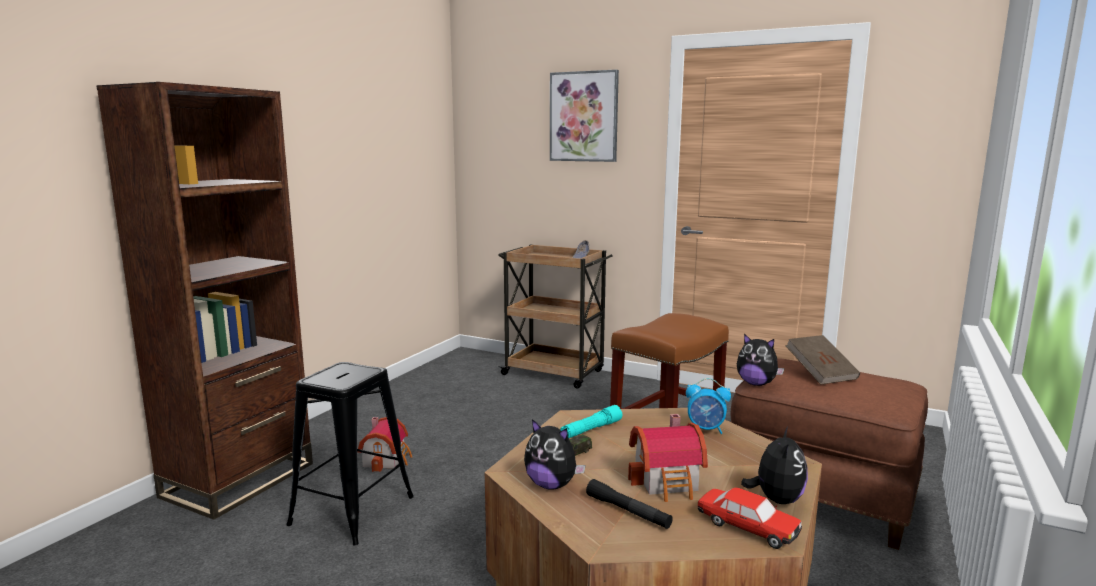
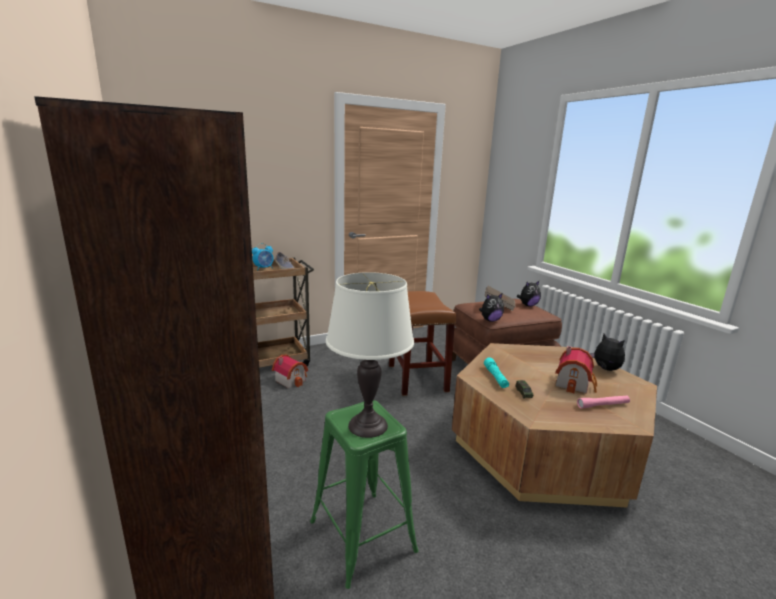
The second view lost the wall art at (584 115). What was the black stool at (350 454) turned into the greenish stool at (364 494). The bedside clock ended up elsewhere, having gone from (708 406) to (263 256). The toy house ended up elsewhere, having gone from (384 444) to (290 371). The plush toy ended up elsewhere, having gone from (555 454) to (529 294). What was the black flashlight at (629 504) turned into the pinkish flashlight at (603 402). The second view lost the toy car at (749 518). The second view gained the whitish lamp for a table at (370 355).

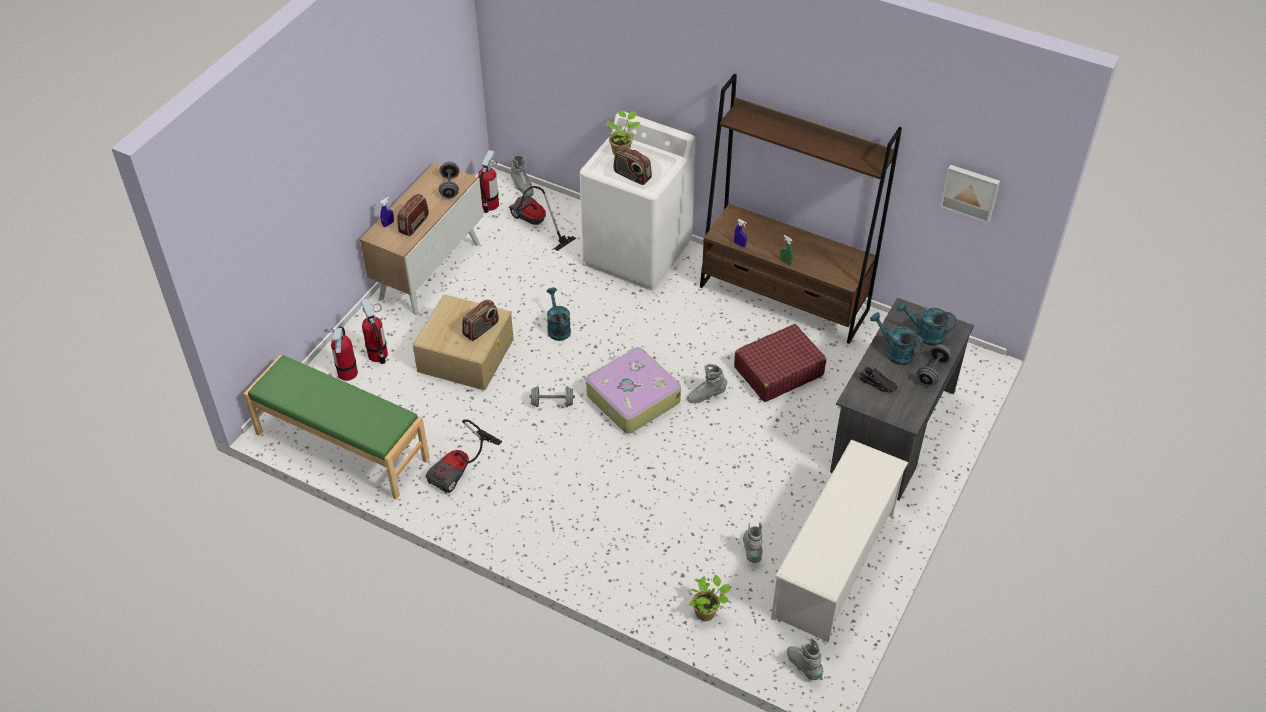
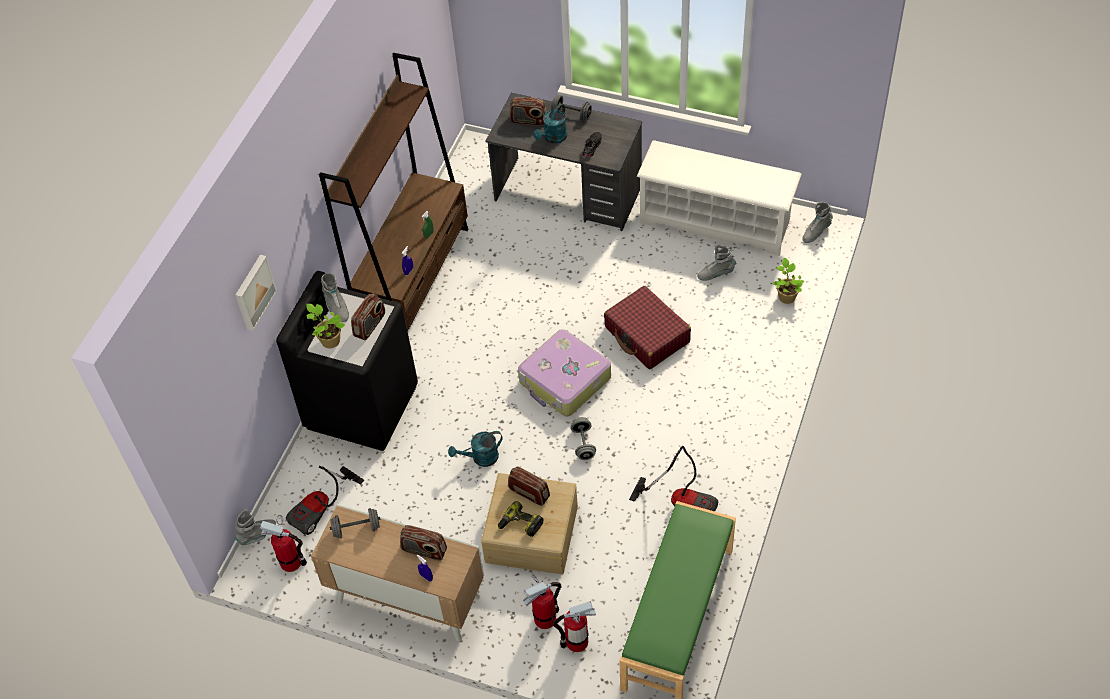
What was the whitish washing machine at (637 201) turned into the black washing machine at (347 361). The wall art ended up elsewhere, having gone from (970 194) to (256 292). Where the turquoise watering can stood at (926 323), the radio receiver came to stand at (528 111). The reddish piece of luggage ended up elsewhere, having gone from (780 363) to (647 327). The greyish tall boot ended up elsewhere, having gone from (707 383) to (335 297). The second view gained the electric drill at (520 519).

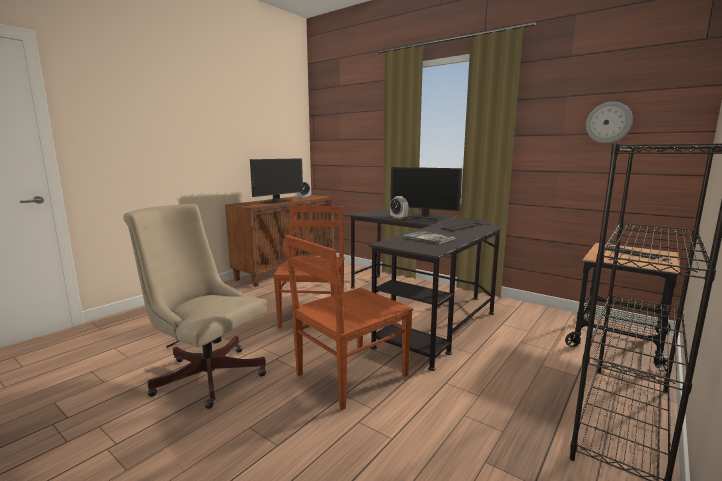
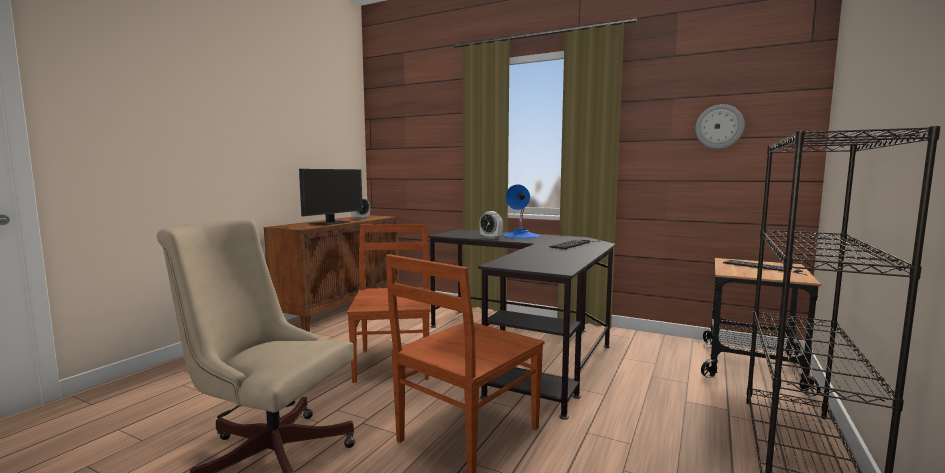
Where the monitor stood at (426 193), the blue-coloured lamp for a table came to stand at (521 212). The second view lost the volume at (429 238).

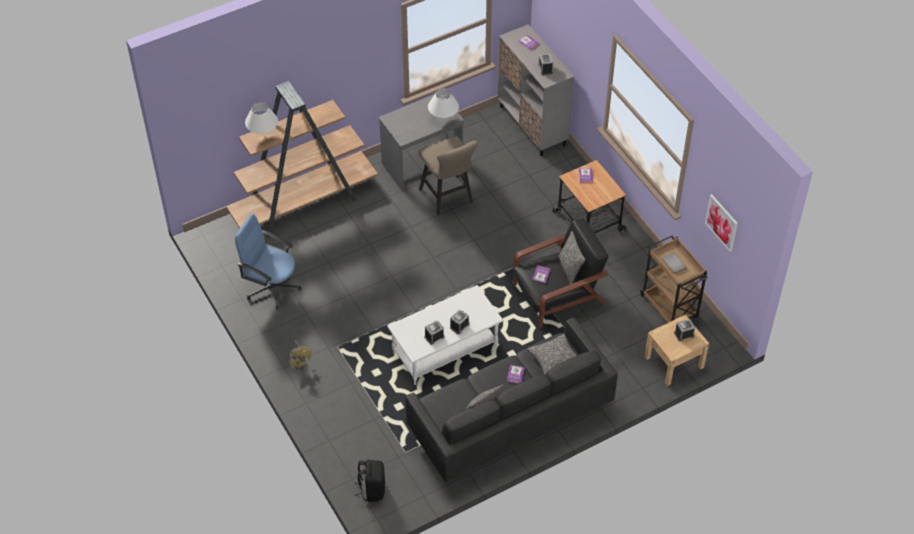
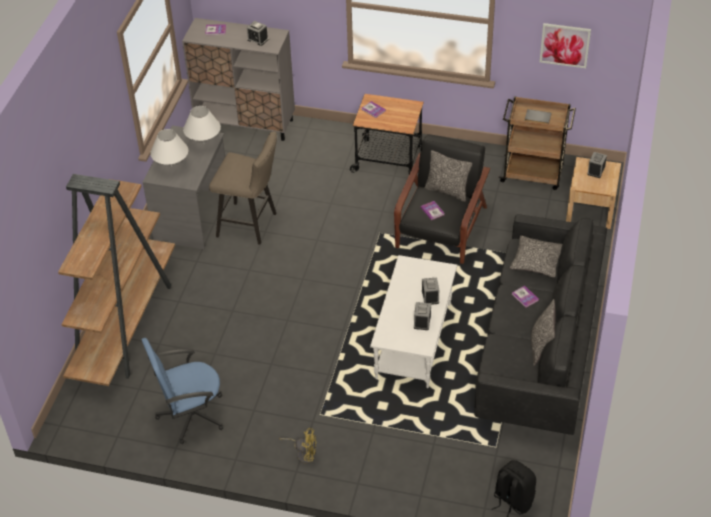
The whitish lamp for a table ended up elsewhere, having gone from (261 118) to (169 147).

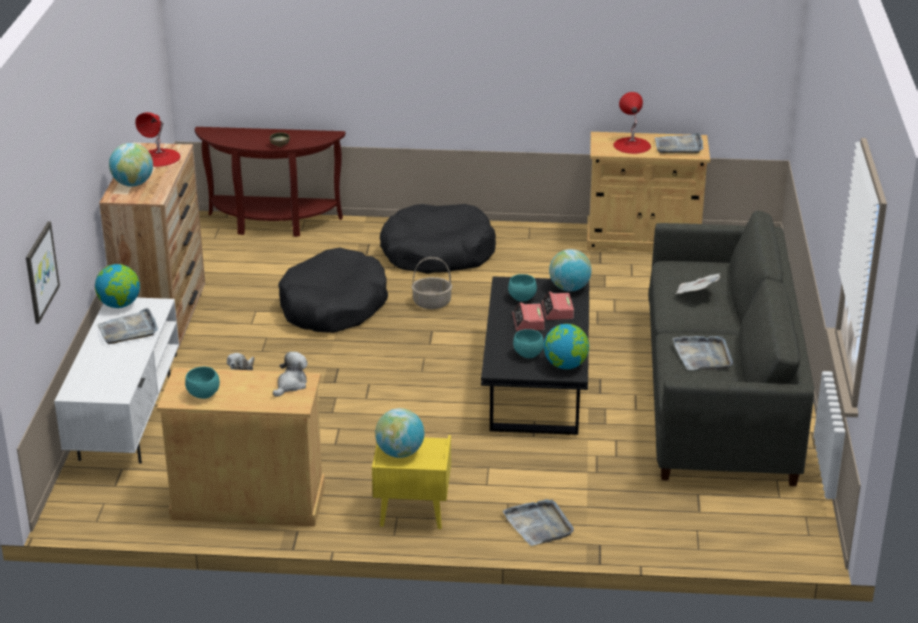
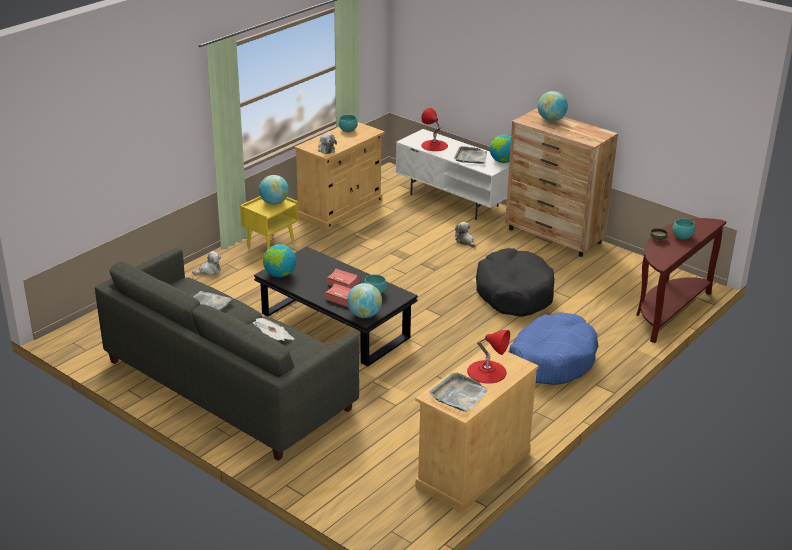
The reddish lamp for a table ended up elsewhere, having gone from (157 139) to (434 129). What was the black dog bed at (438 239) turned into the blue-coloured dog bed at (553 348). The second view lost the wall art at (43 272). The second view lost the household basket at (431 283). The turquoise bowl ended up elsewhere, having gone from (528 343) to (684 229). Where the greyish serving tray stood at (538 522), the plush toy came to stand at (206 263).

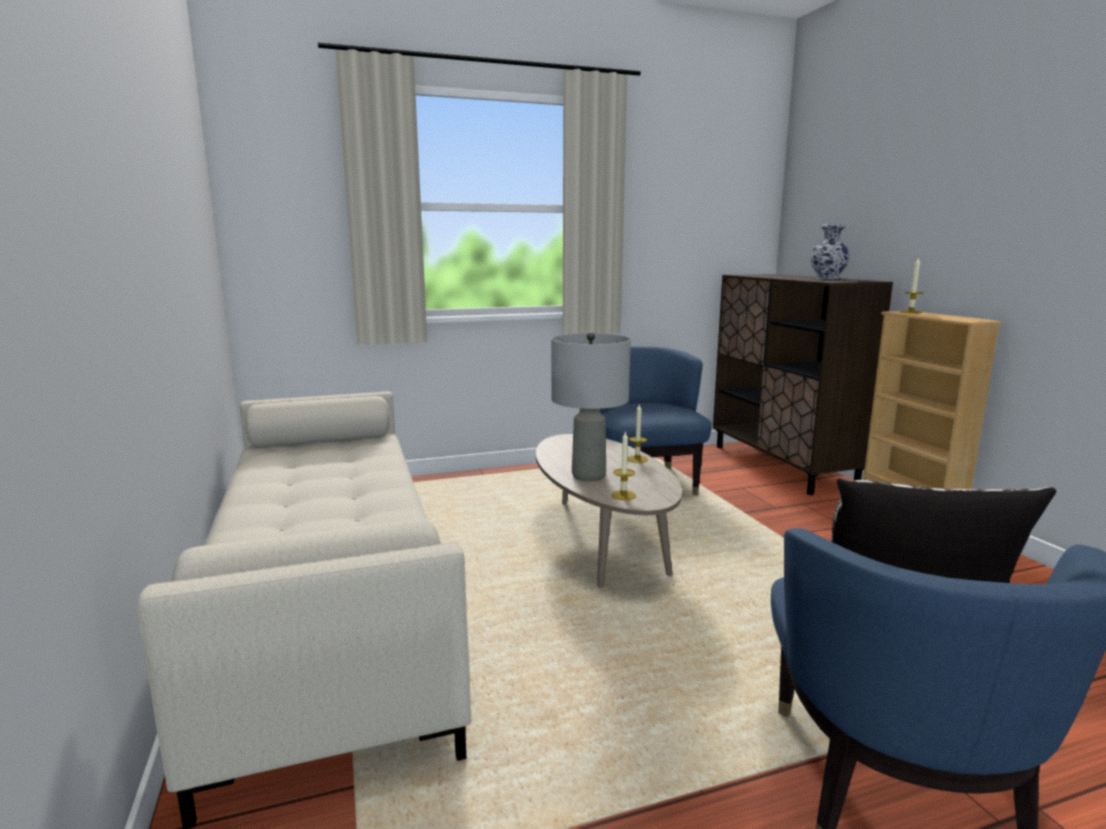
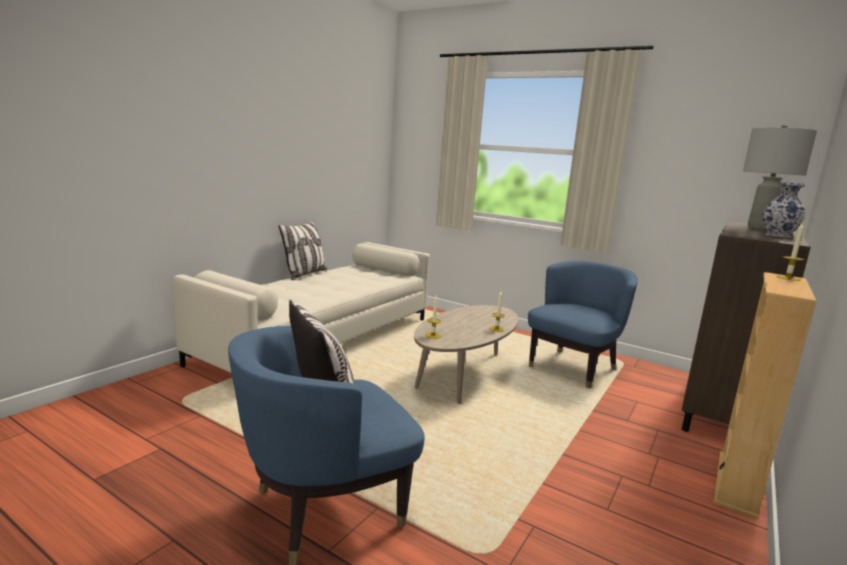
The greyish lamp for a table ended up elsewhere, having gone from (591 406) to (780 177). The second view gained the pillow at (302 250).

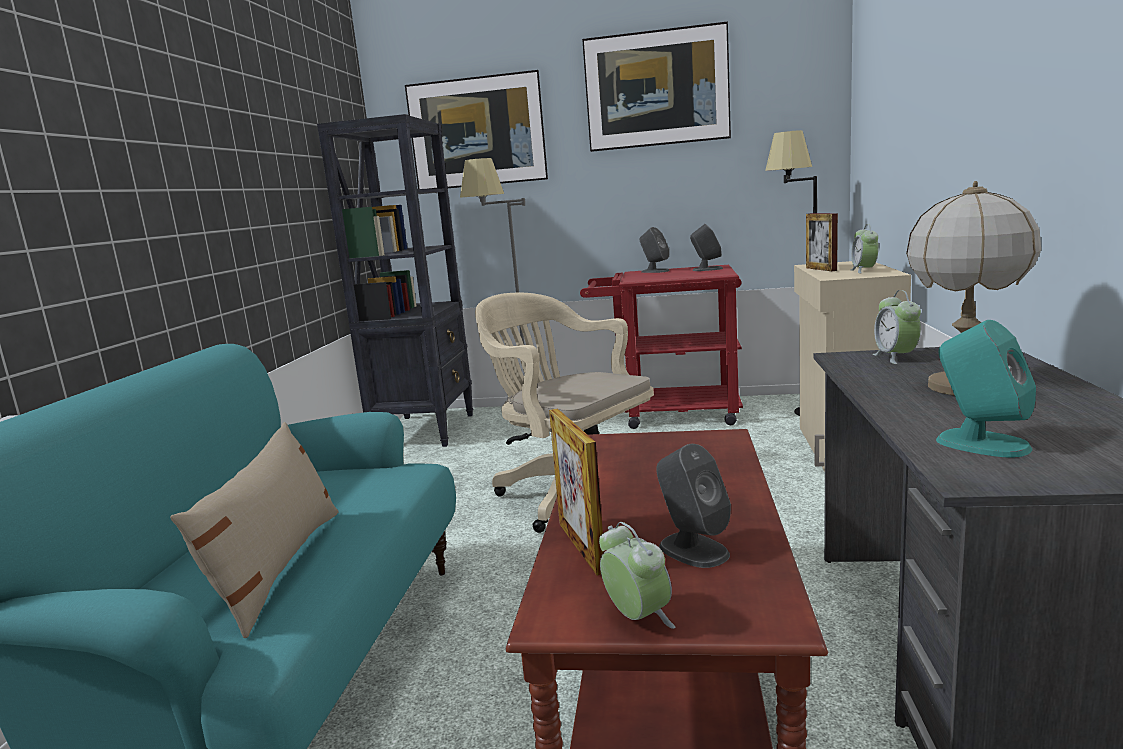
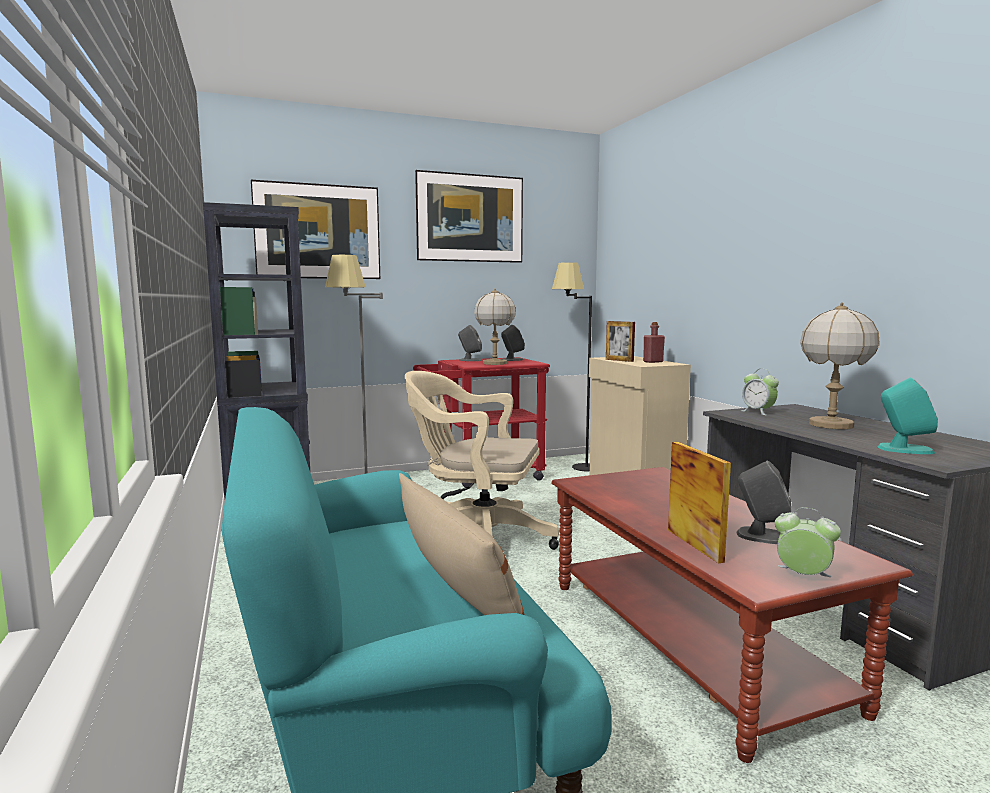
Where the bedside clock stood at (865 248), the reddish drink bottle came to stand at (654 342). The photo frame at (576 492) ended up facing another way, 150 degrees counterclockwise from before. The second view gained the lamp for a table at (495 326).

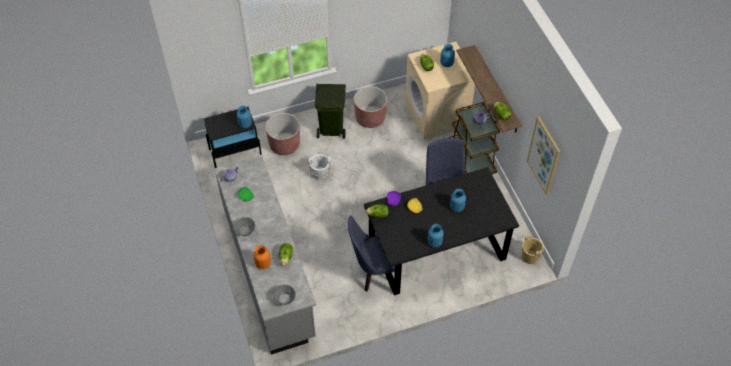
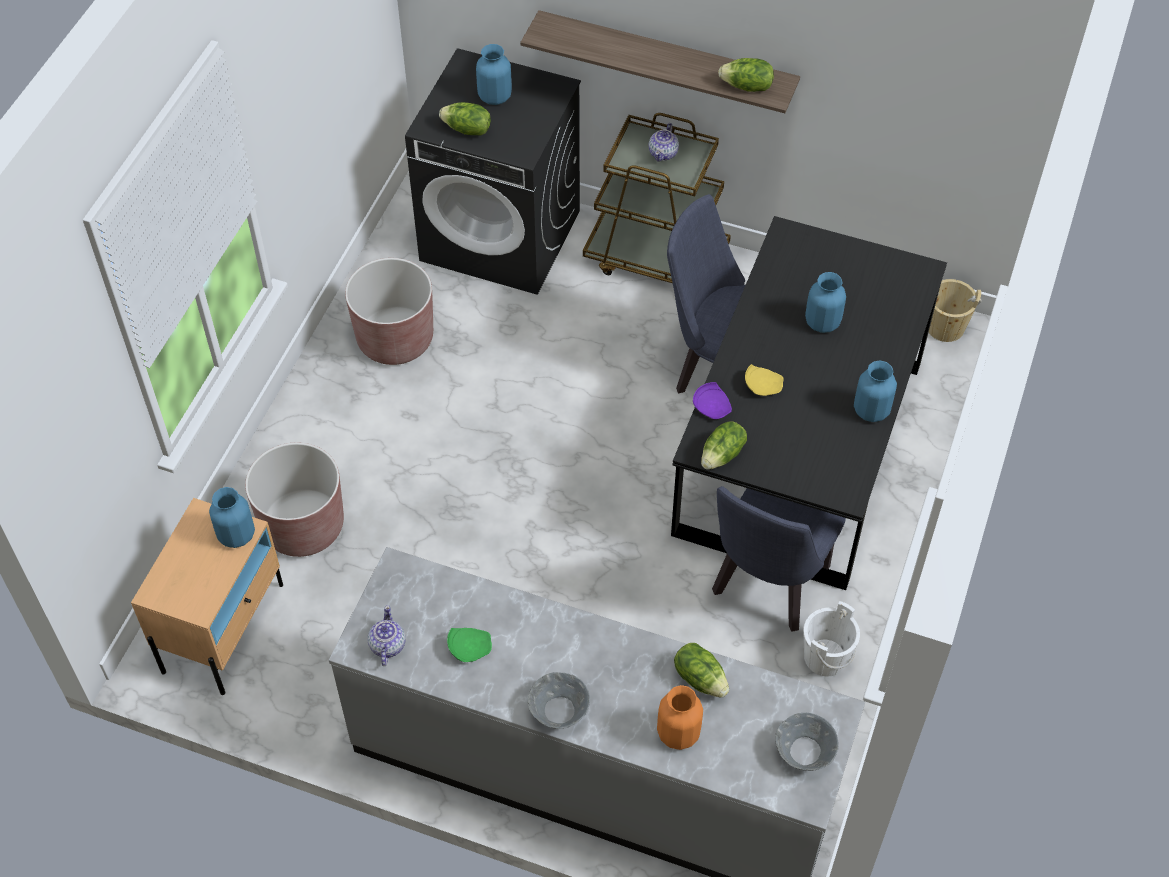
What was the beige washing machine at (440 91) turned into the black washing machine at (493 171). The second view lost the greenish waste bin at (330 111). What was the black night table at (233 137) turned into the beige night table at (207 596). The second view lost the wall art at (543 156). The whitish bucket ended up elsewhere, having gone from (319 167) to (831 638).

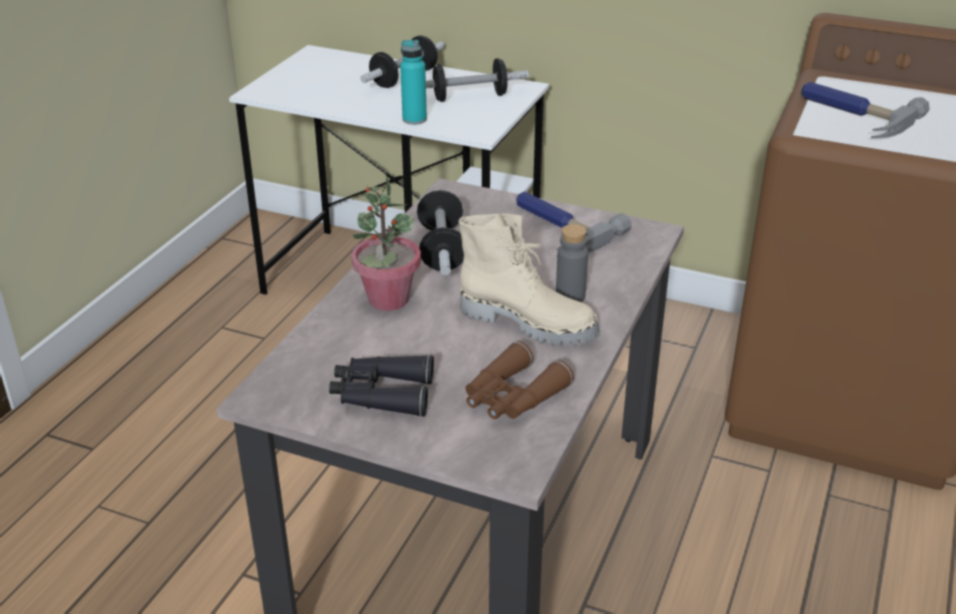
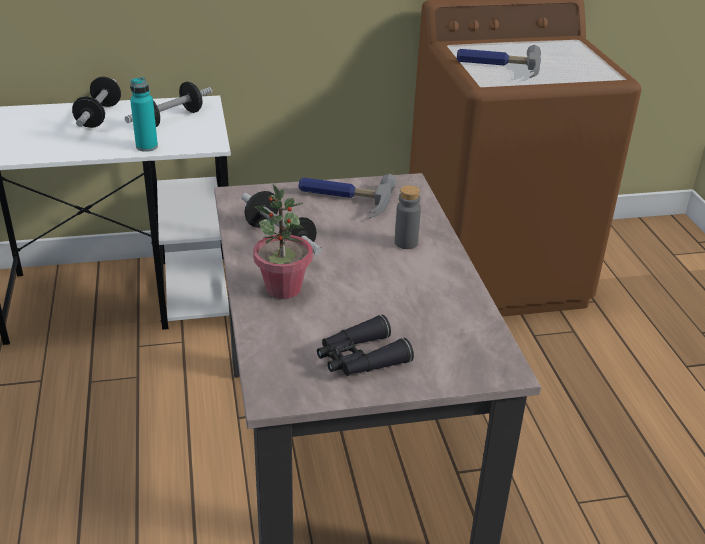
The second view lost the beige tall boot at (529 279). The second view lost the brown-coloured pair of binoculars at (519 380).

